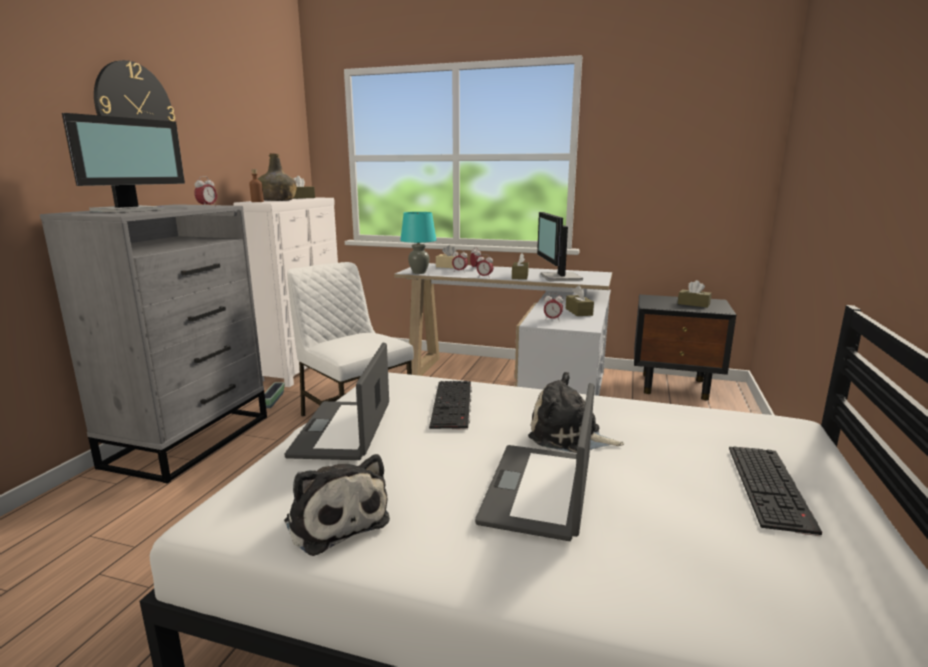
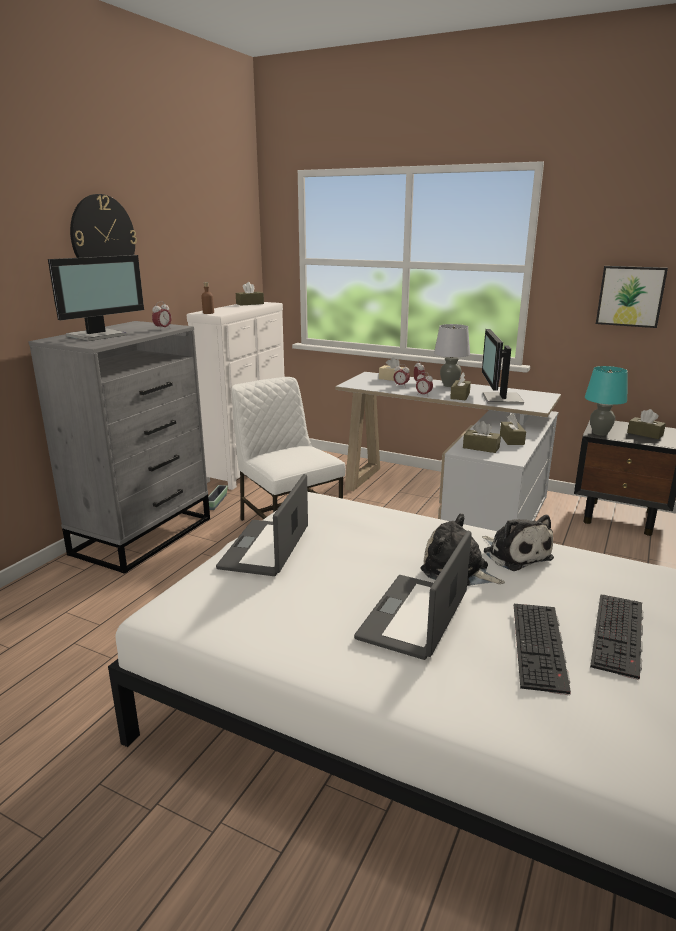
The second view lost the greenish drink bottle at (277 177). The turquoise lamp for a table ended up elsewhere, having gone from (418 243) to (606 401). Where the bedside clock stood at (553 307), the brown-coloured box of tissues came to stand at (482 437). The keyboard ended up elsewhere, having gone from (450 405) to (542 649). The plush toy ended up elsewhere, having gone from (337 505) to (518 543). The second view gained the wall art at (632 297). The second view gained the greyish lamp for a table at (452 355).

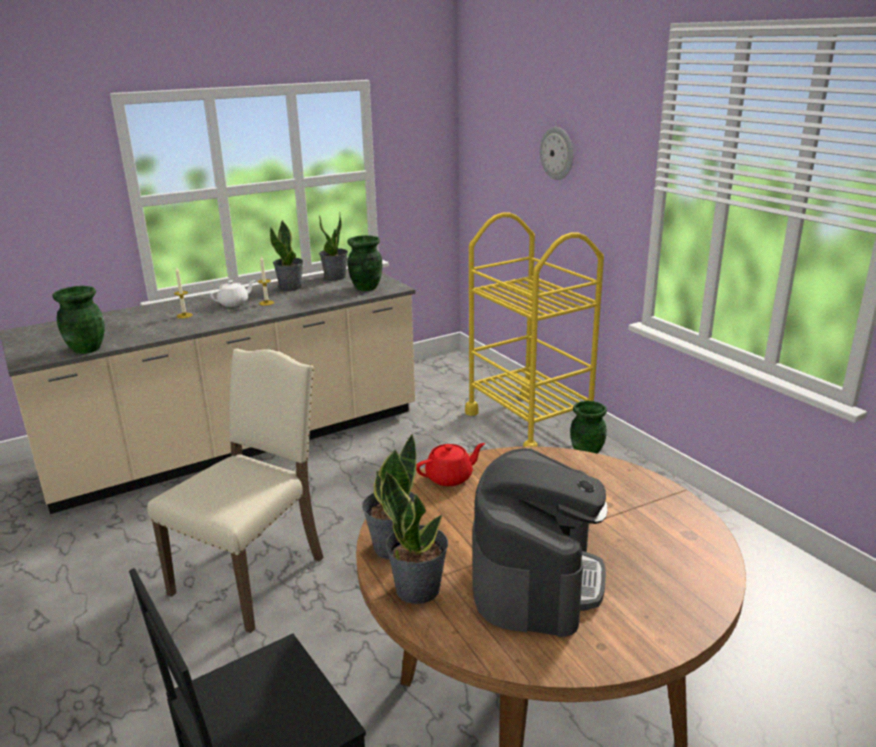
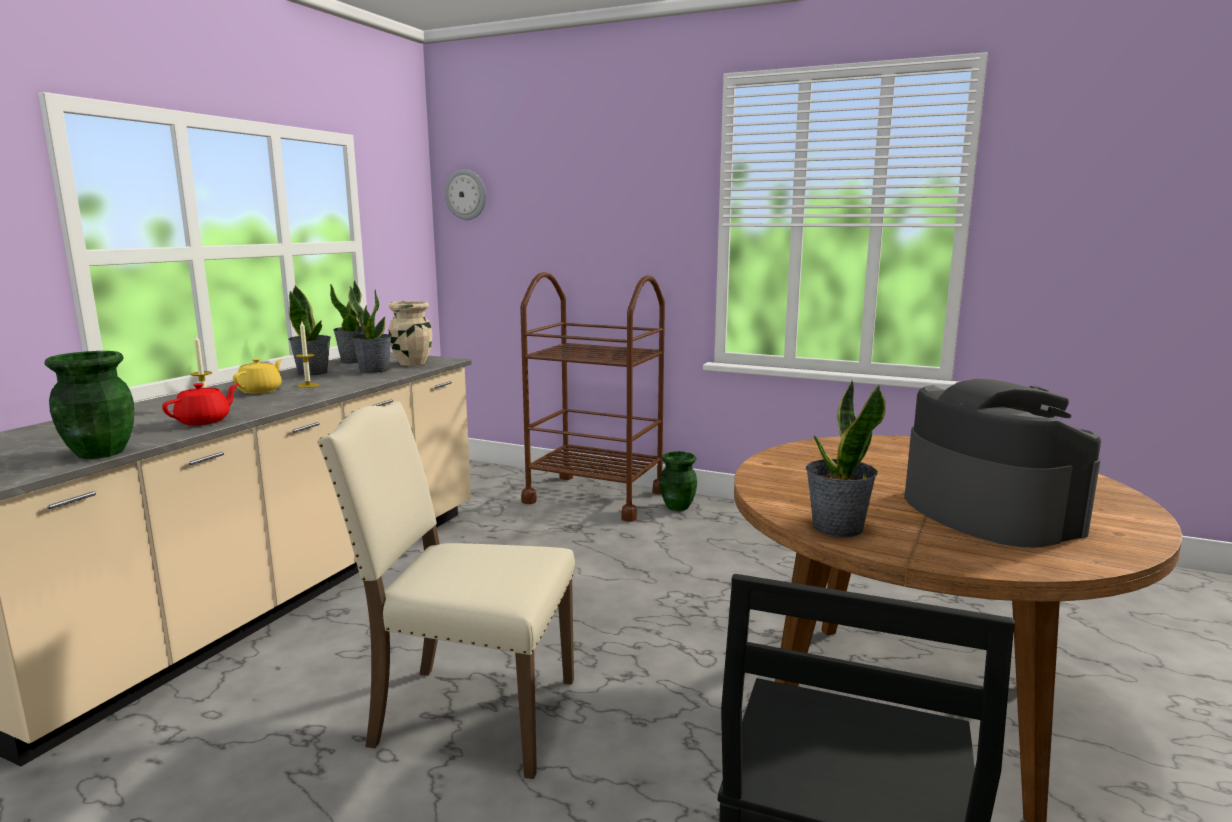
The hanging clock ended up elsewhere, having gone from (556 153) to (465 194). What was the yellow-coloured wheeled cart at (534 330) turned into the brown-coloured wheeled cart at (592 397). What was the greenish decorative vase at (364 263) turned into the beige decorative vase at (410 333). What was the whitish pot for tea at (232 293) turned into the yellow-coloured pot for tea at (257 376). The beige chair at (235 490) ended up facing another way, 75 degrees counterclockwise from before. The reddish pot for tea ended up elsewhere, having gone from (450 464) to (200 404). The potted plant ended up elsewhere, having gone from (414 537) to (370 330).

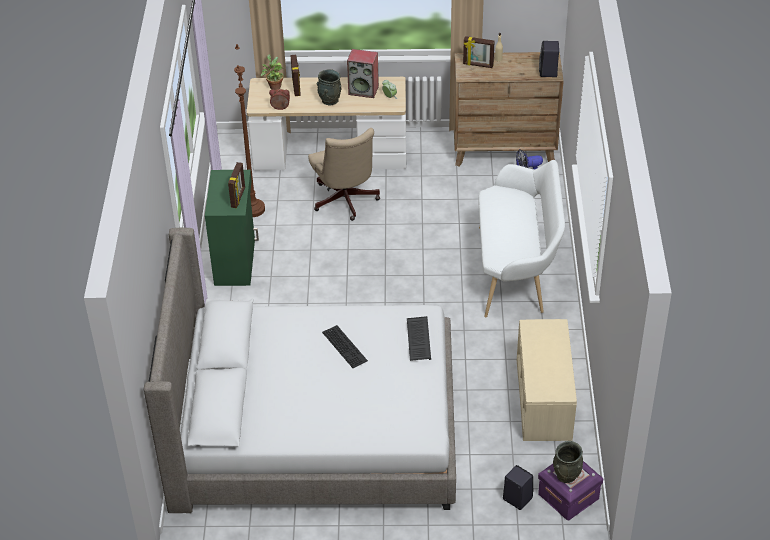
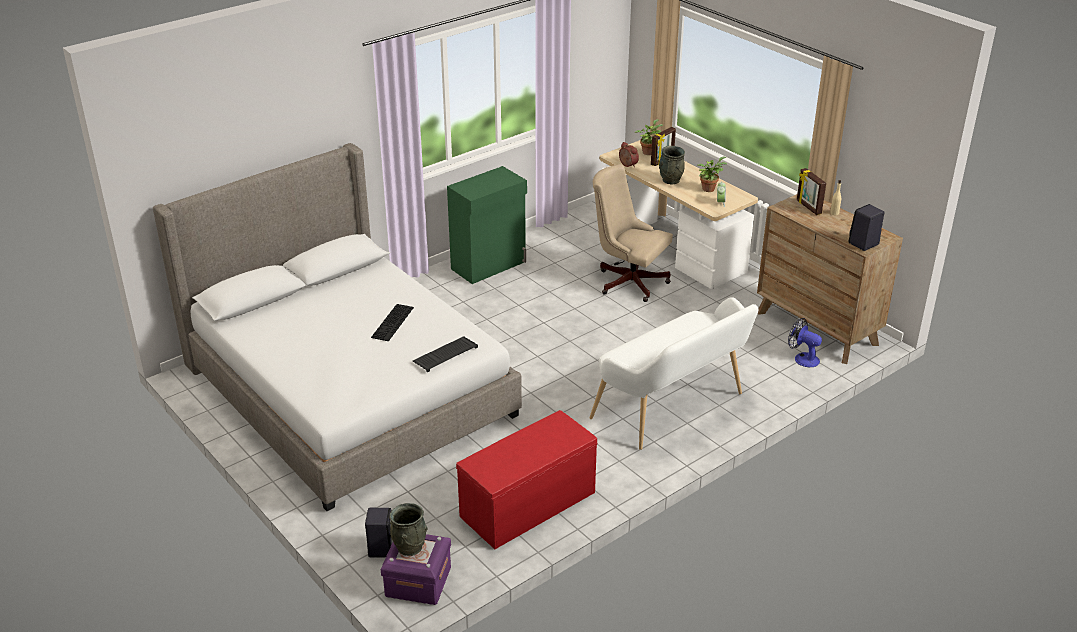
The second view lost the brown-coloured standard lamp at (249 130). Where the loudspeaker stood at (363 73), the potted plant came to stand at (712 174). The beige office chair at (344 174) ended up facing another way, 90 degrees clockwise from before. The second view lost the photo frame at (236 185). What was the beige indoor bench at (547 380) turned into the reddish indoor bench at (527 479).

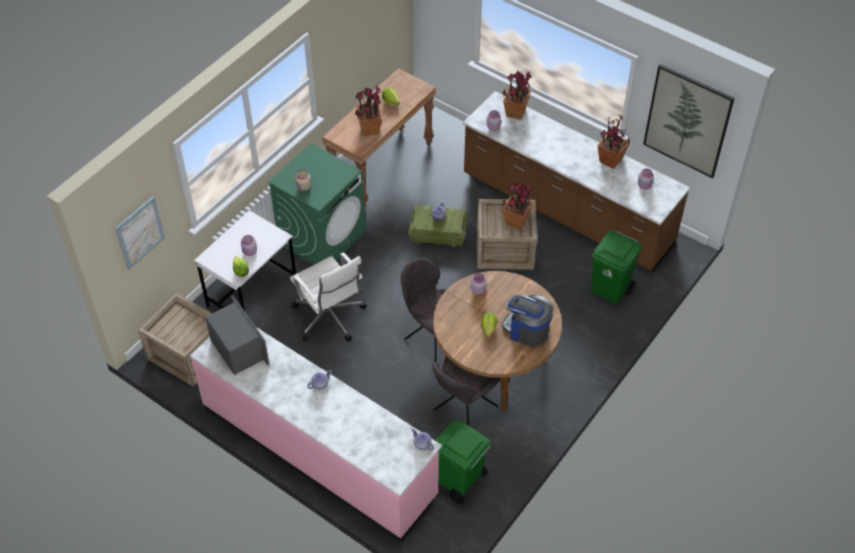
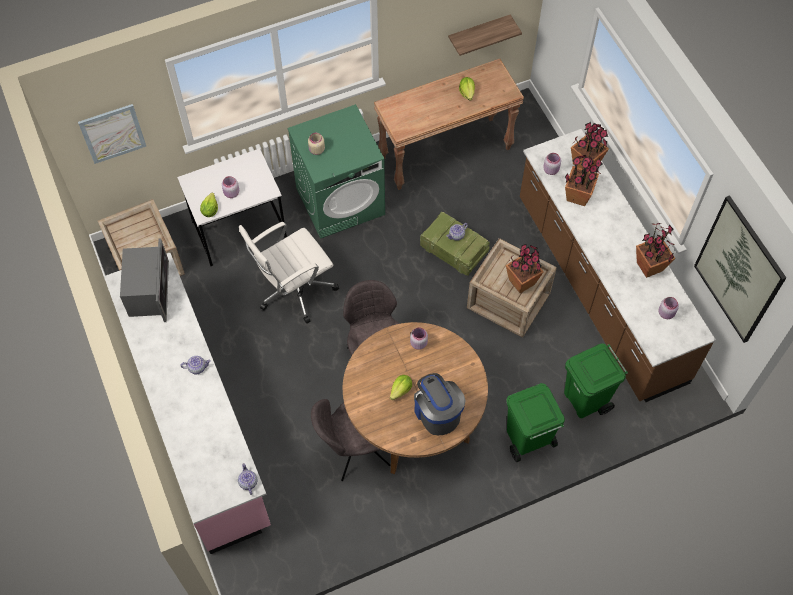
The potted plant ended up elsewhere, having gone from (368 111) to (583 180). The whitish office chair at (328 296) ended up facing another way, 60 degrees clockwise from before. The greenish waste bin ended up elsewhere, having gone from (463 462) to (535 422). The second view gained the shelf at (485 35).

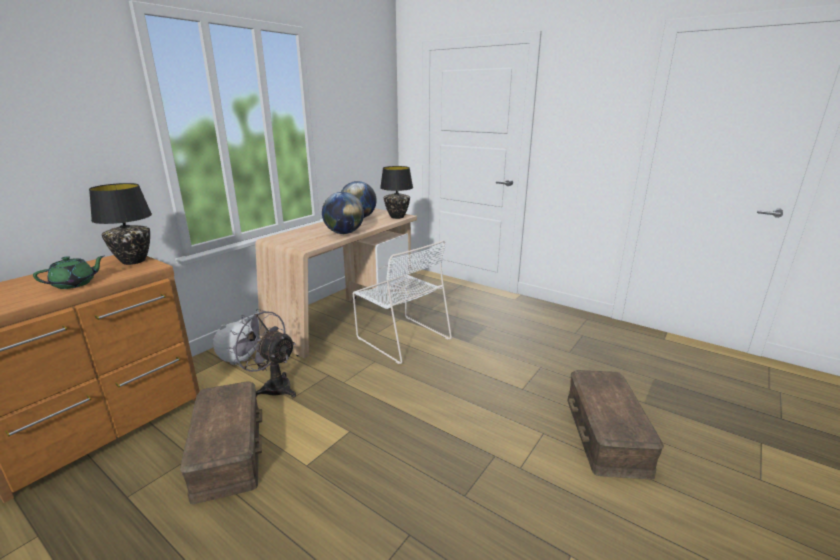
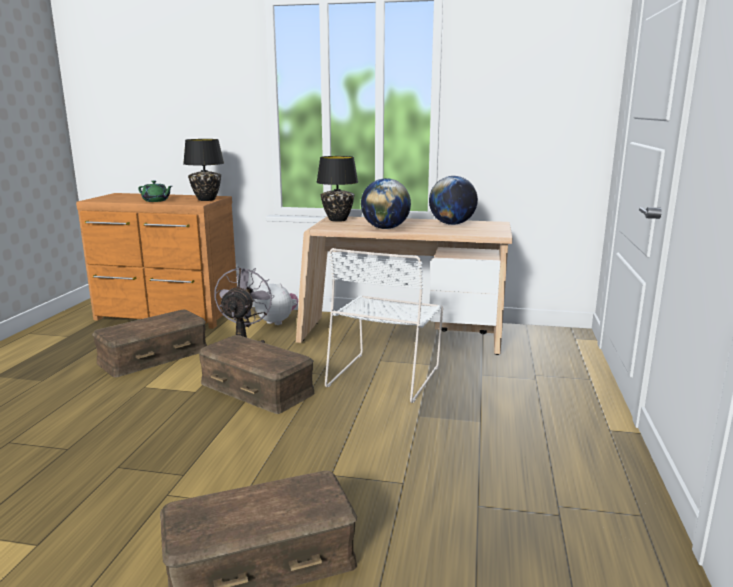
The black lamp for a table ended up elsewhere, having gone from (396 192) to (337 189). The second view gained the brown-coloured storage box at (256 374).

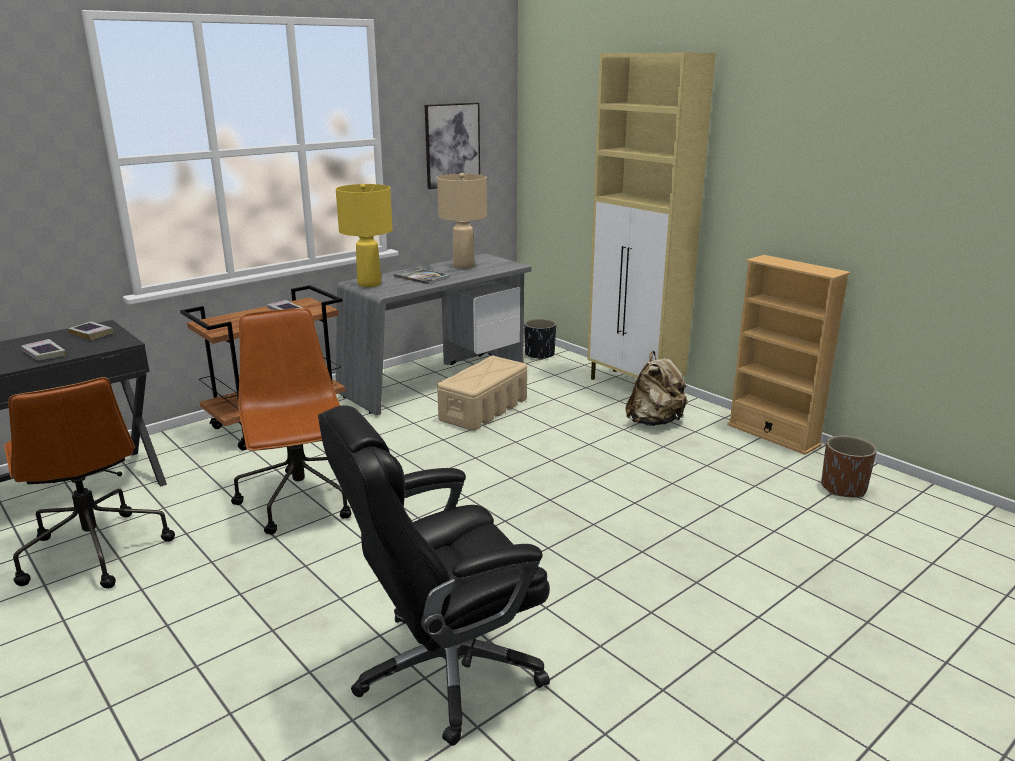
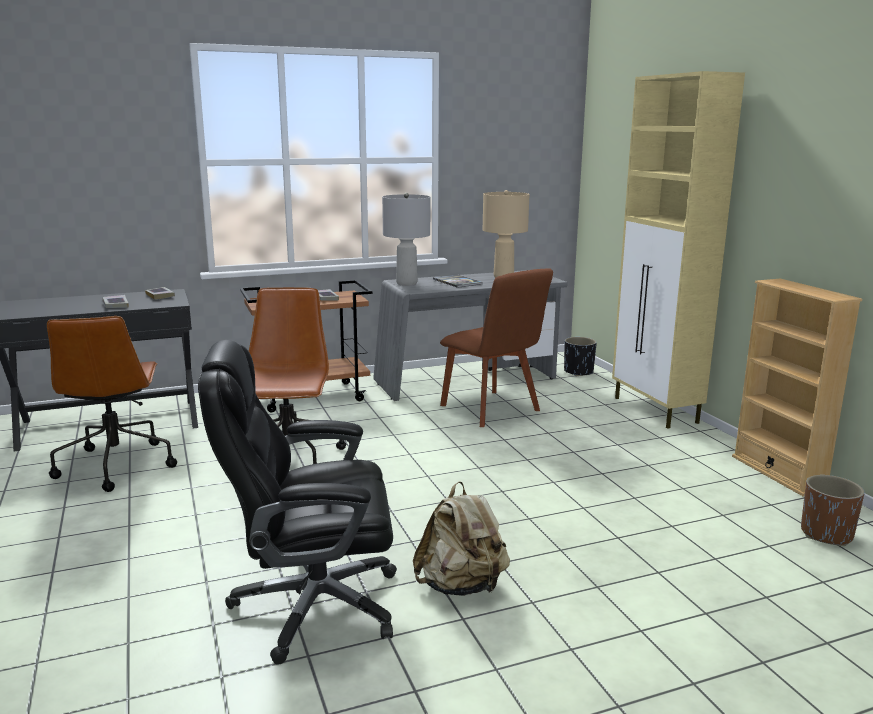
The second view lost the wall art at (452 145). What was the yellow-coloured lamp for a table at (364 235) turned into the greyish lamp for a table at (406 239). The beige backpack ended up elsewhere, having gone from (656 388) to (461 538). Where the beige storage box stood at (482 393), the brown-coloured chair came to stand at (496 347).

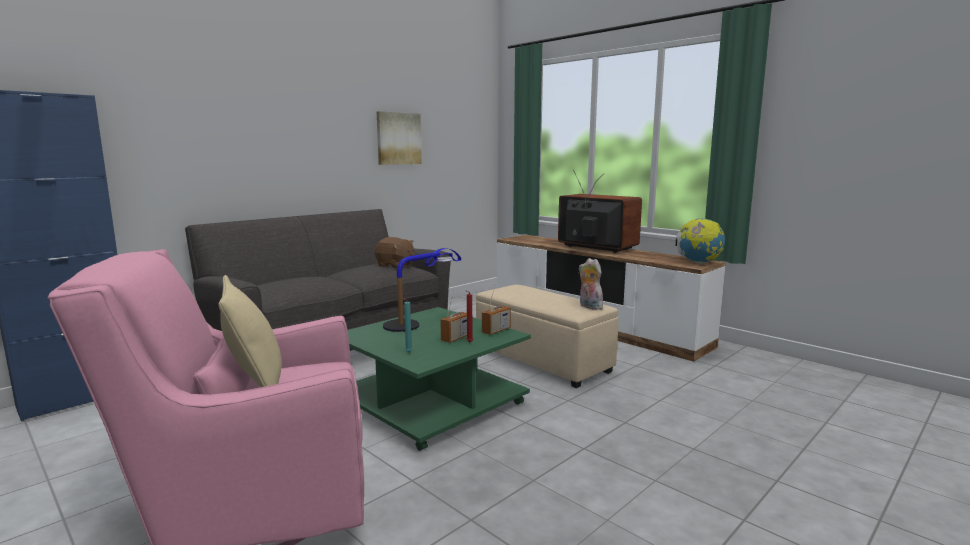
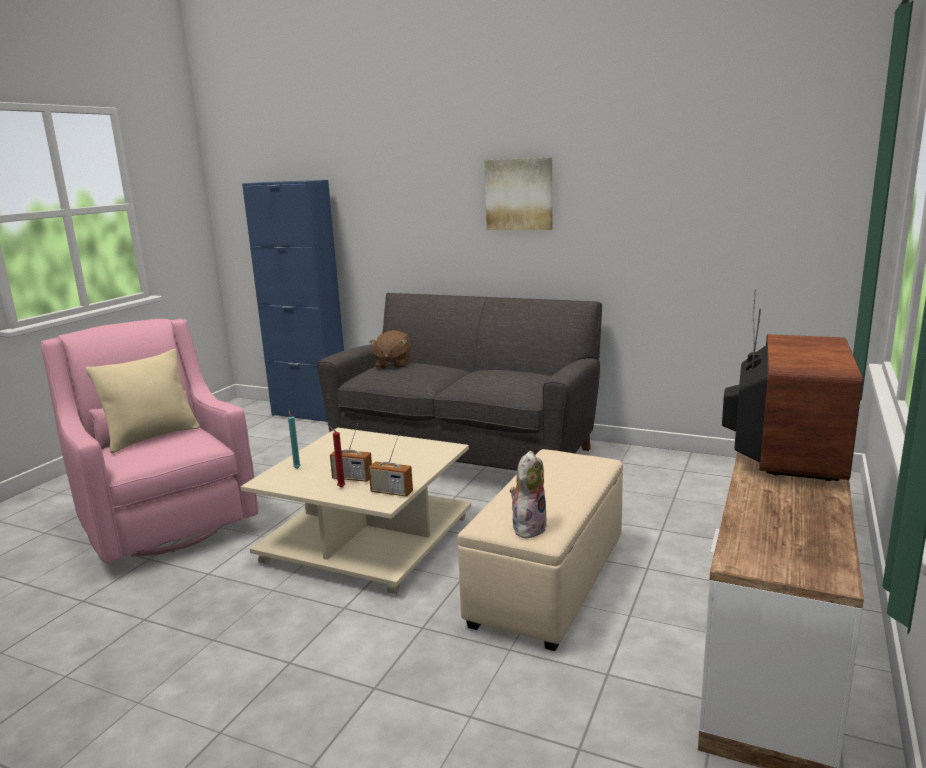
The wall art ended up elsewhere, having gone from (399 138) to (518 193). The second view lost the world globe at (700 241). The brown-coloured plush toy ended up elsewhere, having gone from (394 252) to (390 349). The second view lost the lamp for a table at (422 290). What was the greenish low table at (439 379) turned into the beige low table at (356 511).

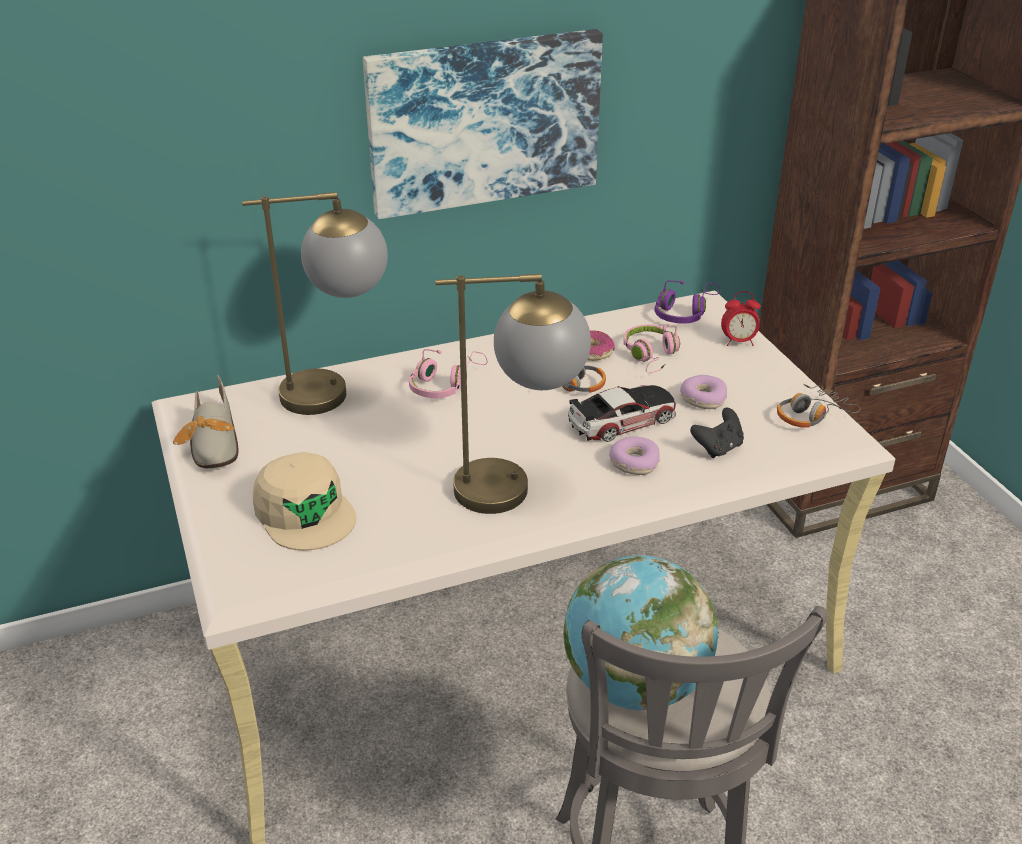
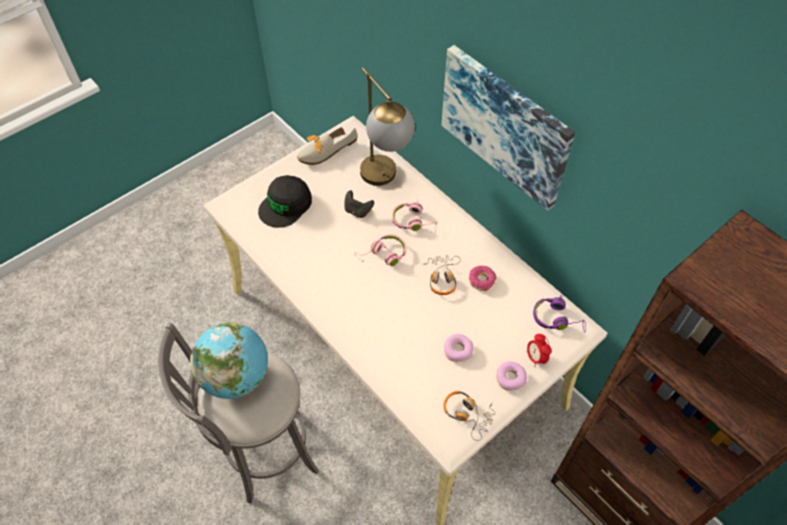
The second view lost the lamp for a table at (513 394). The pinkish pair of headphones ended up elsewhere, having gone from (651 348) to (380 250). The second view lost the toy car at (622 413). The black gamepad ended up elsewhere, having gone from (717 433) to (359 204). The donut ended up elsewhere, having gone from (634 455) to (511 376). What was the beige baseball cap at (304 501) turned into the black baseball cap at (285 201).

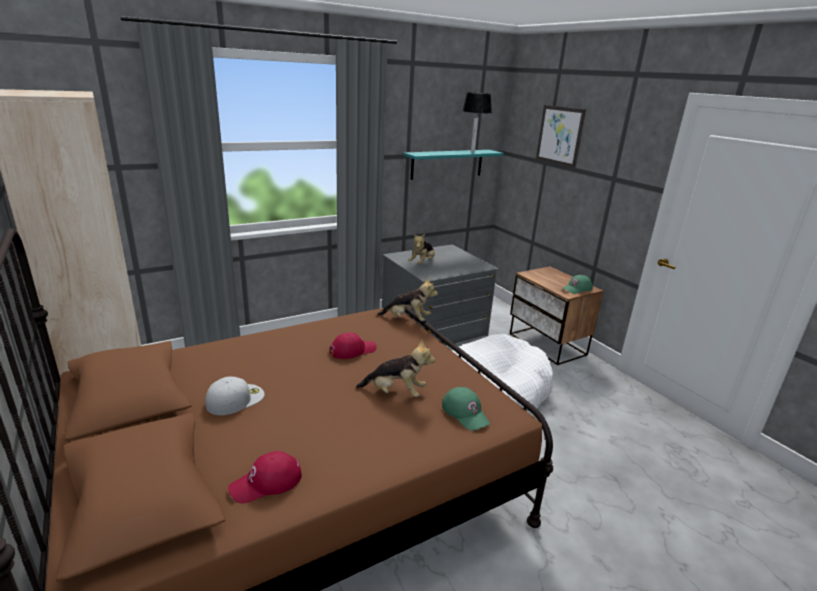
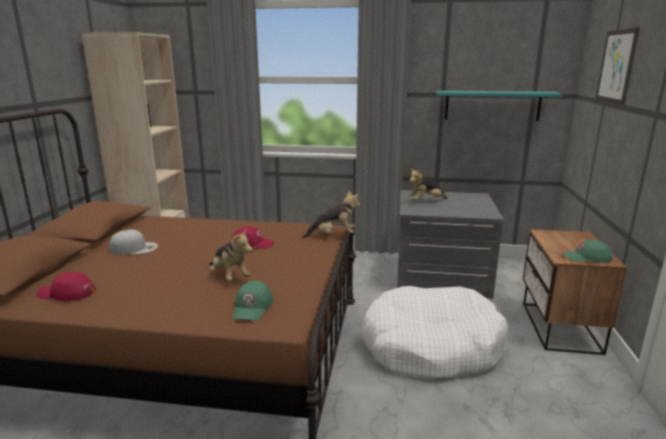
The second view lost the lamp for a table at (477 122). The plush toy at (407 299) ended up facing another way, 60 degrees counterclockwise from before.

